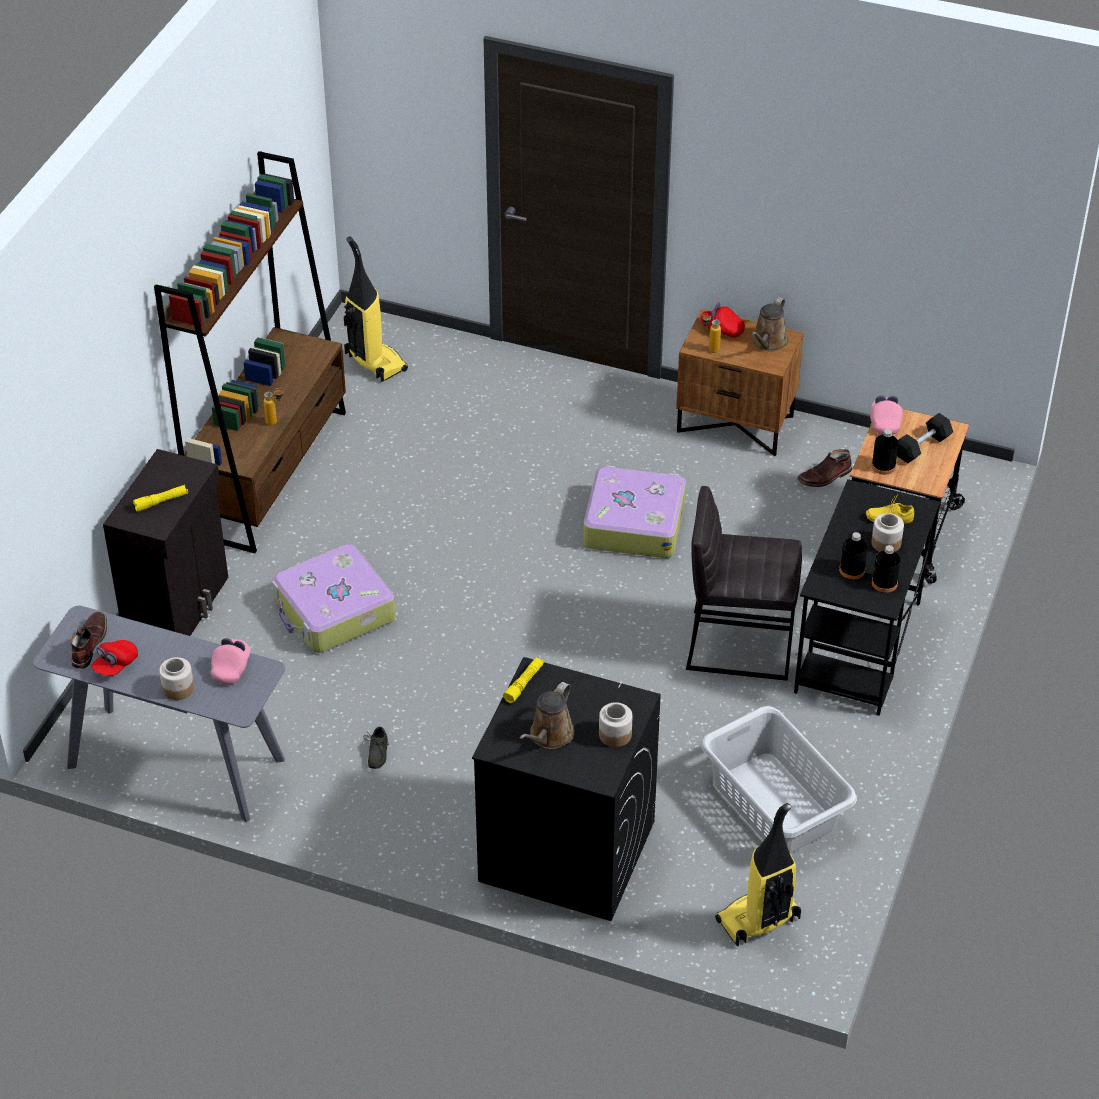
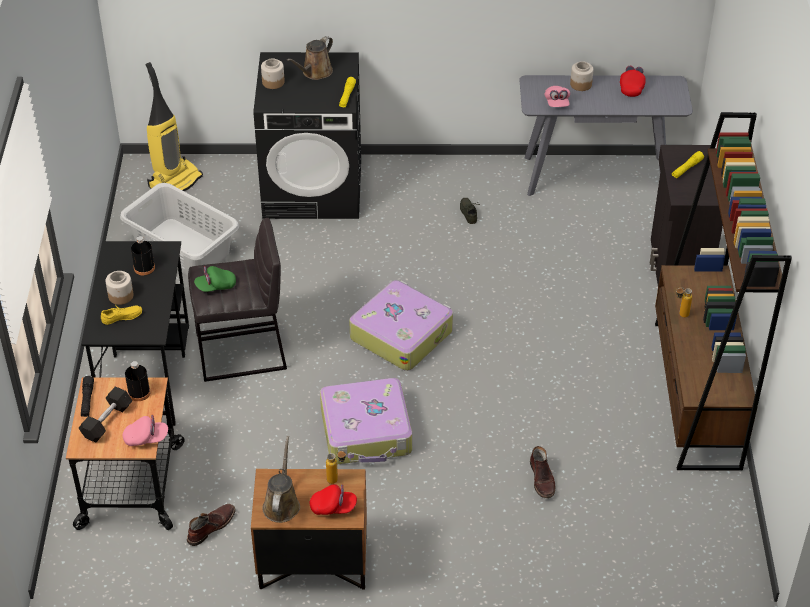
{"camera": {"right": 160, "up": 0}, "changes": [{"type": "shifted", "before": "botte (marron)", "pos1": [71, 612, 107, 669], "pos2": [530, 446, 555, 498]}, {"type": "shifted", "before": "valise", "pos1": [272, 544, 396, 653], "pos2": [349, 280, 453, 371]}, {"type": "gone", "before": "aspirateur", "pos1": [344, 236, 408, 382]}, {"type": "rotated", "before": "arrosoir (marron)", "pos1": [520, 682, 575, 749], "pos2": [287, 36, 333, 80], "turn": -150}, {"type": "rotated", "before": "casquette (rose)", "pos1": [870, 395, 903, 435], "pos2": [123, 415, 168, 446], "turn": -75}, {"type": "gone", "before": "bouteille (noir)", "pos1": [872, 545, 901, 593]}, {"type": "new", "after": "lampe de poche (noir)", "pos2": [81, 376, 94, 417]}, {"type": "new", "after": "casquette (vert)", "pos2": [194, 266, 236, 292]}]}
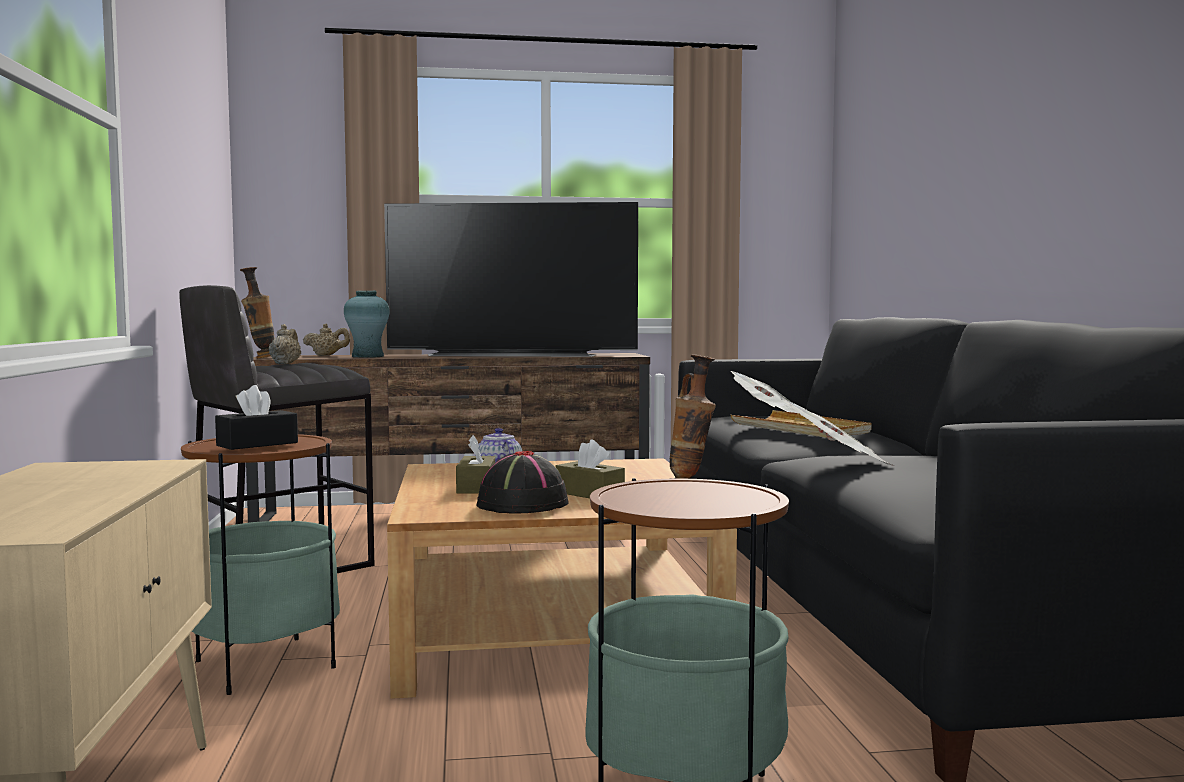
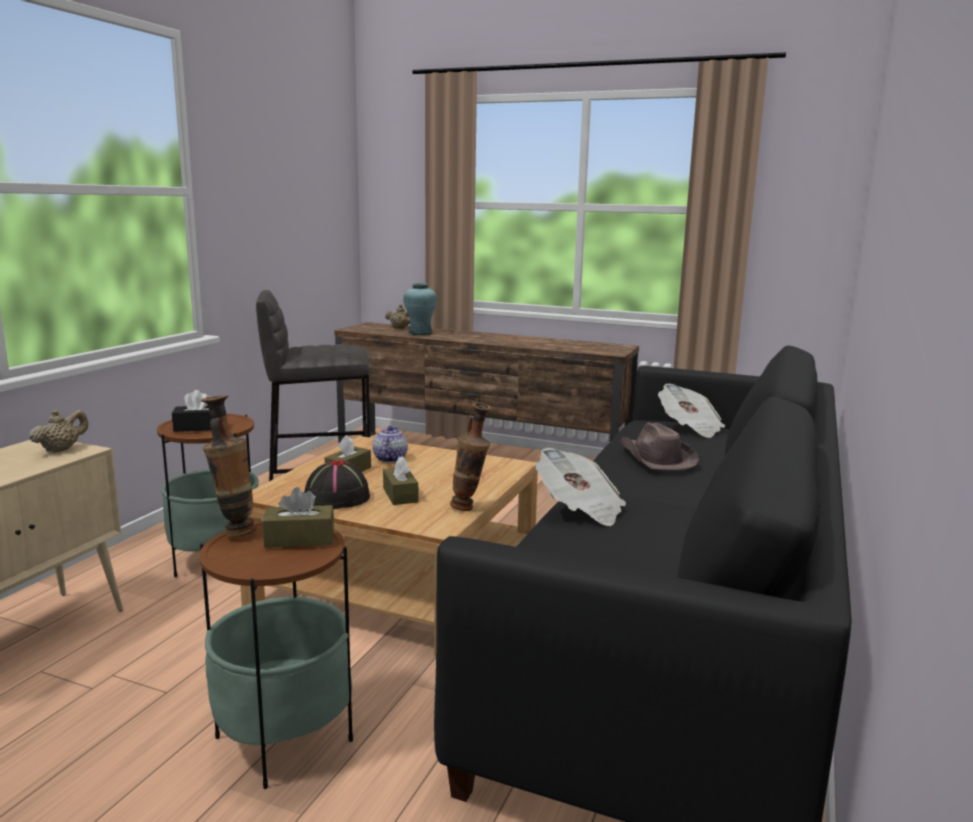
{"camera": {"right": 30, "up": 10}, "changes": [{"type": "shifted", "before": "vase", "pos1": [240, 267, 274, 359], "pos2": [201, 395, 257, 538]}, {"type": "shifted", "before": "théière (beige)", "pos1": [269, 324, 301, 364], "pos2": [29, 409, 89, 453]}, {"type": "gone", "before": "téléviseur", "pos1": [384, 202, 638, 357]}, {"type": "swapped", "before": "plateau (beige)", "after": "chapeau (marron)", "pos1": [731, 410, 871, 438], "pos2": [619, 423, 699, 470]}, {"type": "new", "after": "boîte à mouchoirs (marron)", "pos2": [262, 487, 334, 548]}]}
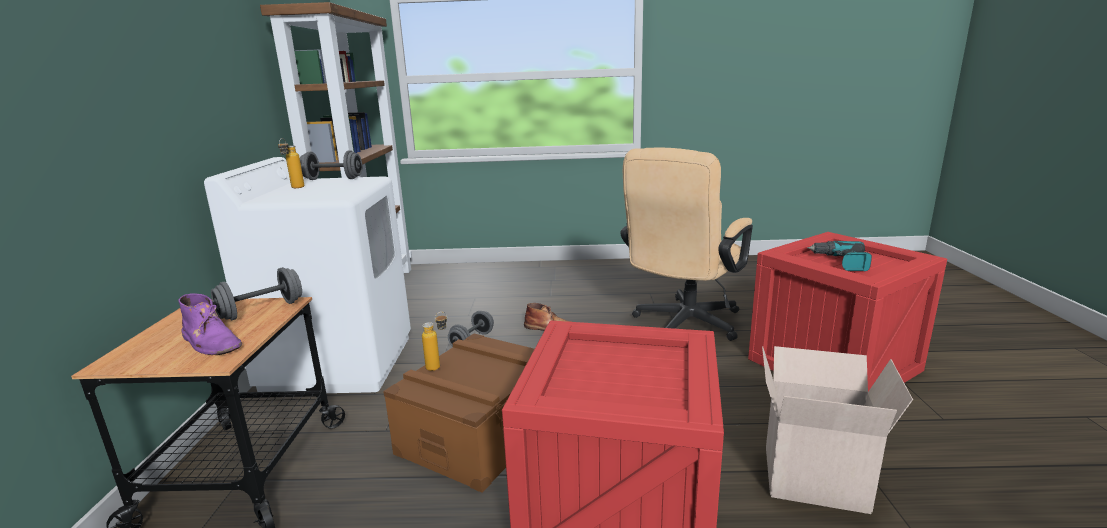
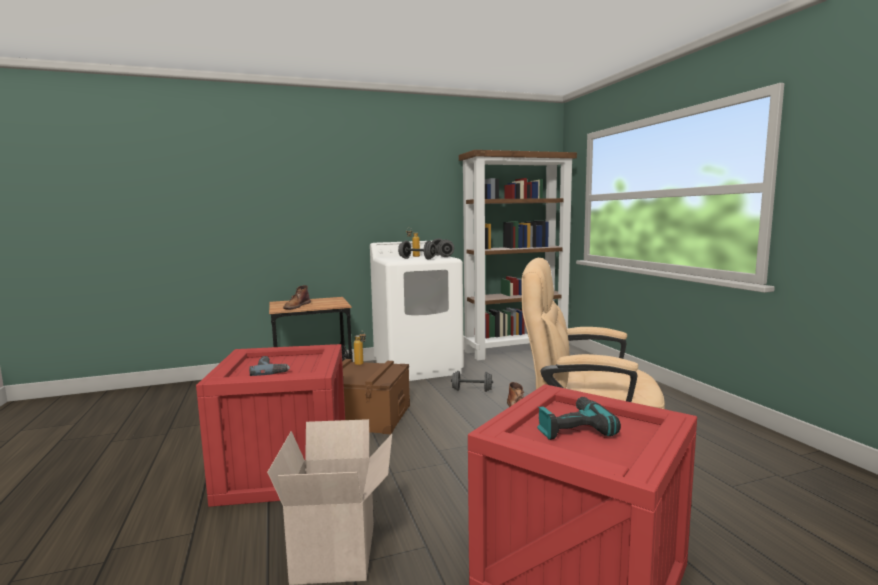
{"camera": {"right": 70, "up": -10}, "changes": [{"type": "repainted", "before": "botte (violet)", "after": "botte (marron)", "pos1": [178, 293, 242, 355], "pos2": [283, 285, 311, 309]}, {"type": "shifted", "before": "haltère (gris)", "pos1": [211, 267, 302, 320], "pos2": [398, 241, 436, 259]}, {"type": "new", "after": "perceuse", "pos2": [249, 356, 290, 376]}]}
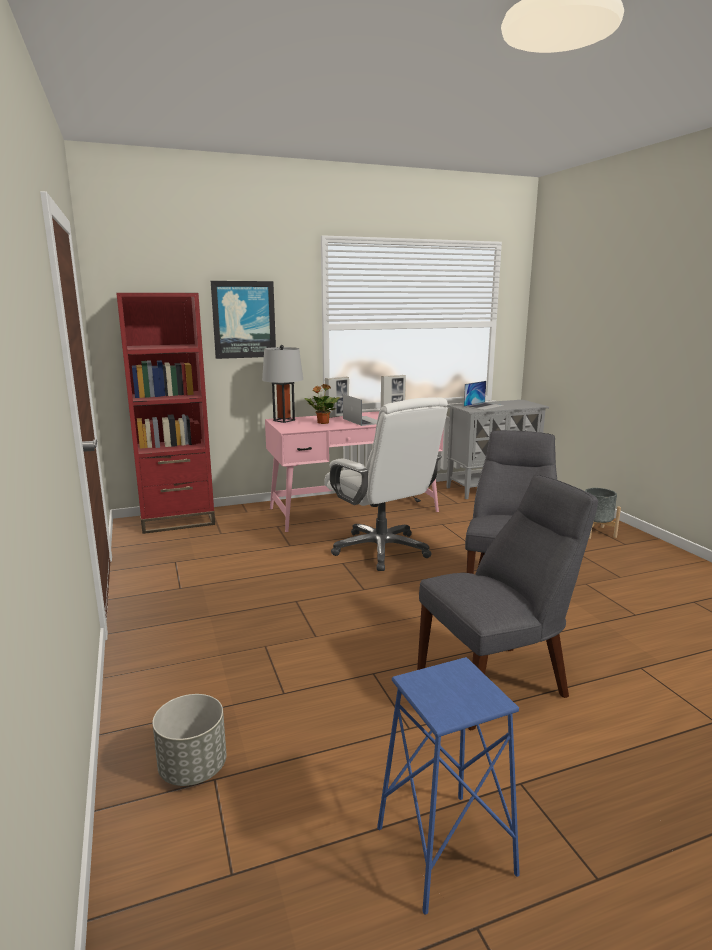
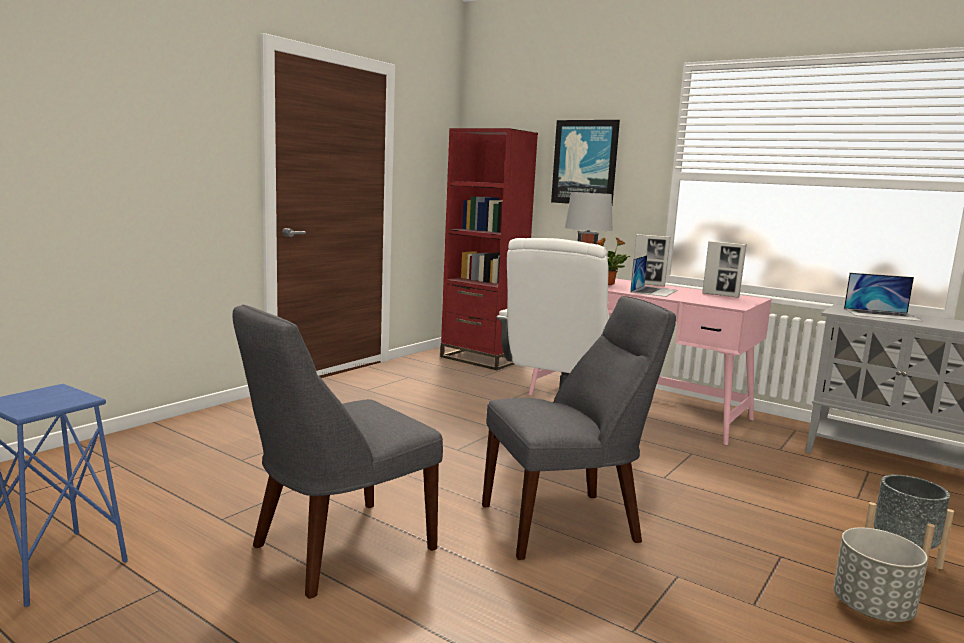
{"camera": {"right": 55, "up": -5}, "changes": [{"type": "shifted", "before": "cache-pot (gris)", "pos1": [152, 694, 226, 786], "pos2": [833, 527, 928, 622]}, {"type": "rotated", "before": "chaise (gris)", "pos1": [417, 475, 598, 731], "pos2": [233, 305, 443, 599], "turn": 105}]}
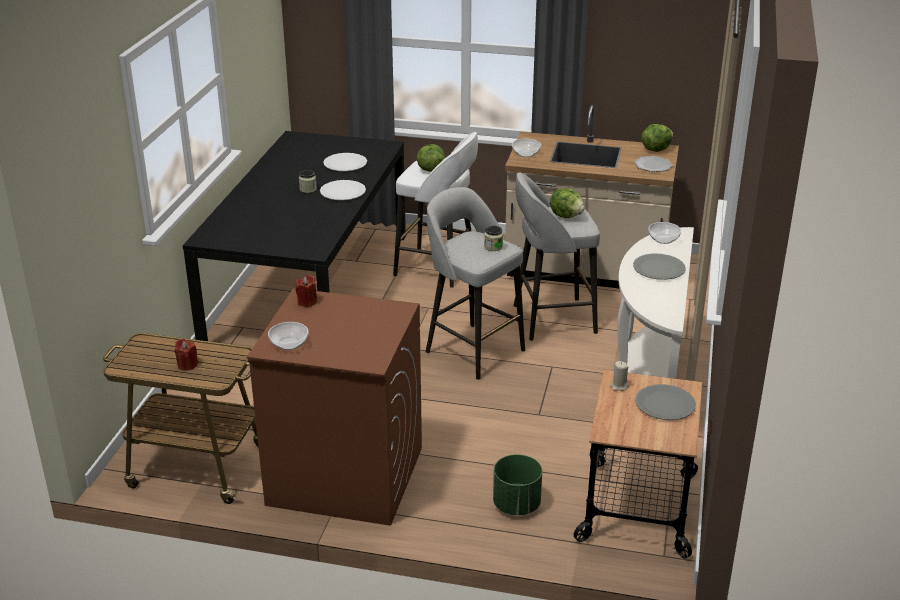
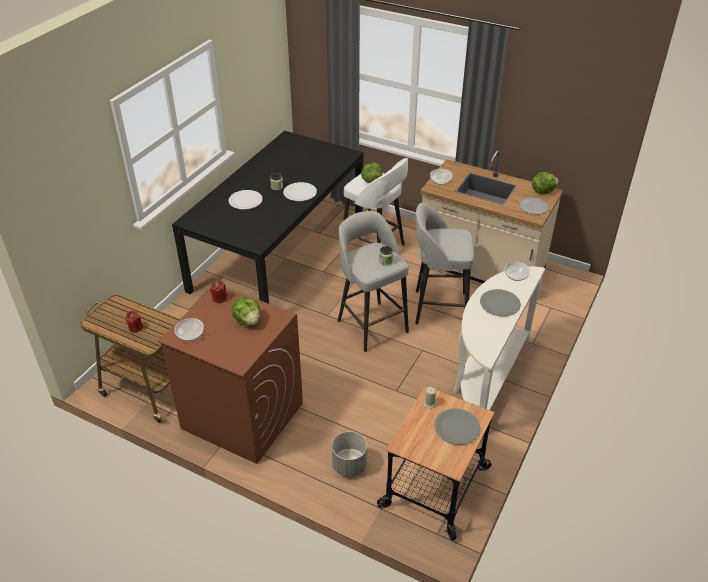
{"camera": {"right": 15, "up": 10}, "changes": [{"type": "shifted", "before": "assiette (blanc)", "pos1": [323, 153, 367, 171], "pos2": [228, 190, 263, 210]}, {"type": "repainted", "before": "cache-pot (vert)", "after": "cache-pot (gris)", "pos1": [493, 454, 542, 515], "pos2": [332, 431, 367, 477]}, {"type": "shifted", "before": "laitue", "pos1": [550, 188, 585, 218], "pos2": [232, 297, 261, 325]}]}
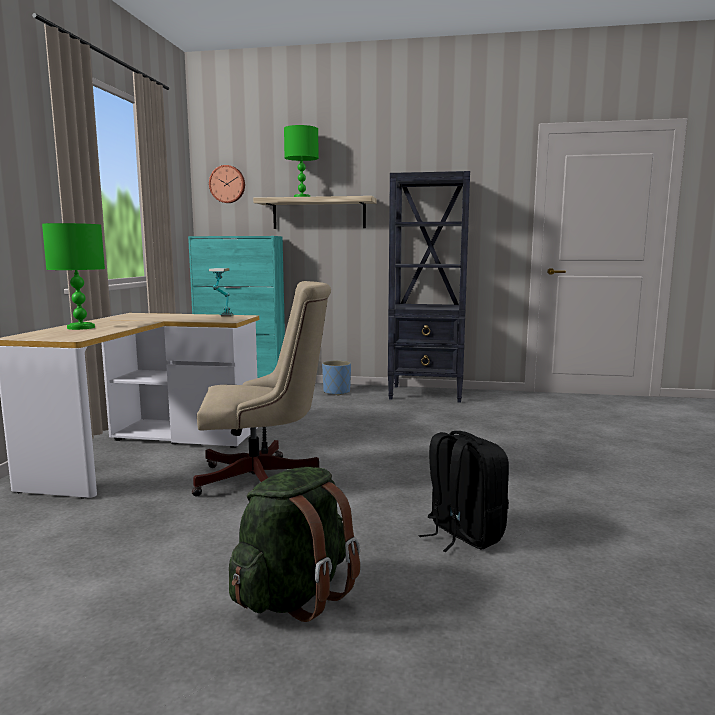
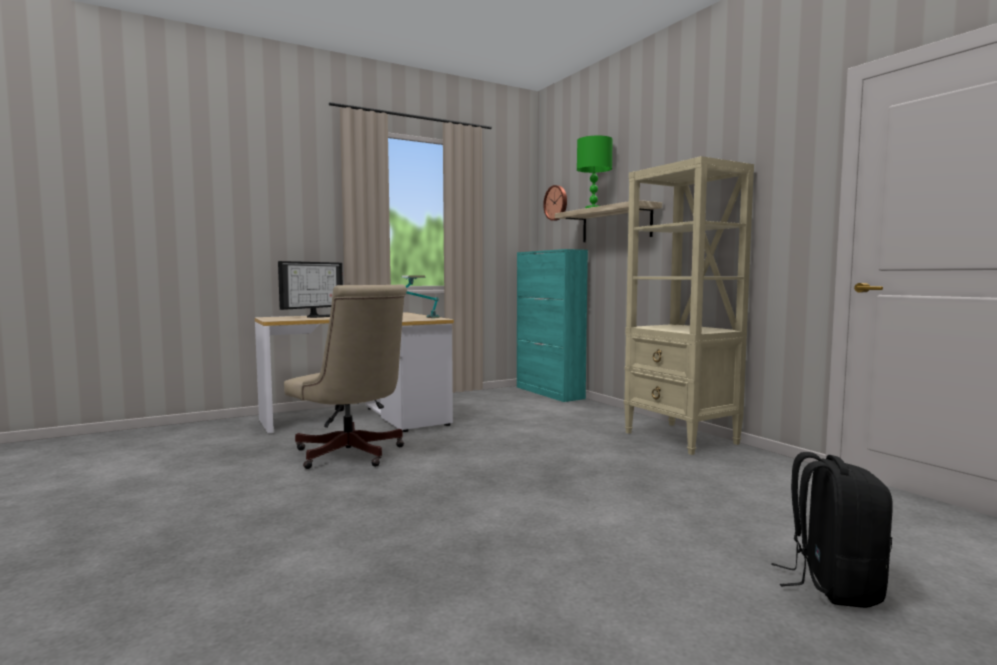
{"camera": {"right": 50, "up": -5}, "changes": [{"type": "swapped", "before": "lampe de table (vert)", "after": "écran d'ordinateur", "pos1": [42, 223, 105, 330], "pos2": [278, 261, 343, 318]}, {"type": "gone", "before": "sac à dos (vert)", "pos1": [229, 467, 360, 622]}, {"type": "gone", "before": "cache-pot (bleu)", "pos1": [322, 360, 351, 396]}, {"type": "repainted", "before": "bibliothèque (noir)", "after": "bibliothèque (beige)", "pos1": [388, 171, 470, 403], "pos2": [624, 156, 754, 455]}, {"type": "shifted", "before": "sac à dos (noir)", "pos1": [419, 431, 509, 552], "pos2": [772, 452, 893, 608]}]}
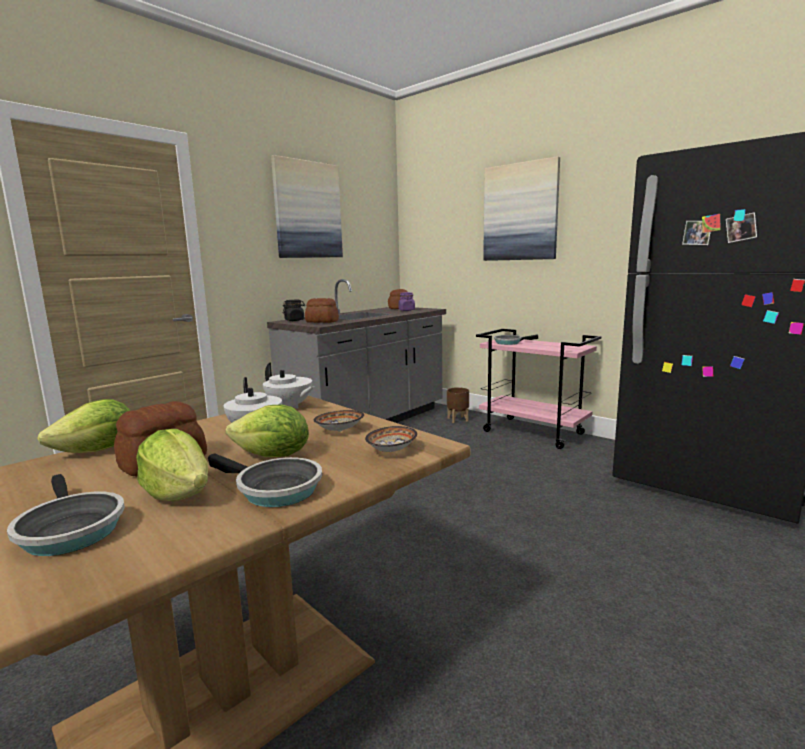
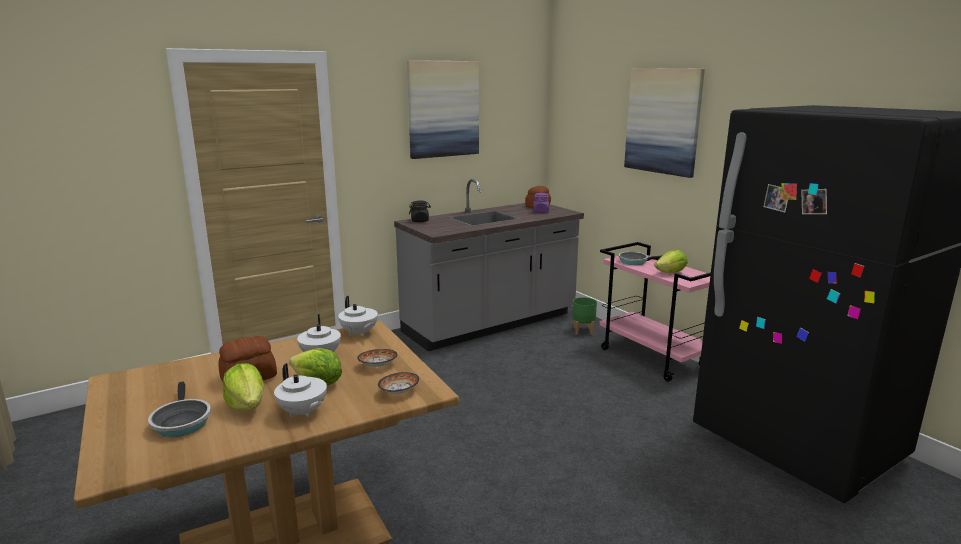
{"camera": {"right": 15, "up": 5}, "changes": [{"type": "shifted", "before": "laitue", "pos1": [37, 399, 130, 453], "pos2": [654, 250, 687, 273]}, {"type": "swapped", "before": "poêle", "after": "théière (blanc)", "pos1": [208, 453, 322, 507], "pos2": [274, 363, 327, 417]}, {"type": "gone", "before": "pain", "pos1": [305, 298, 339, 323]}, {"type": "repainted", "before": "cache-pot (marron)", "after": "cache-pot (vert)", "pos1": [447, 387, 469, 423], "pos2": [572, 297, 597, 335]}]}
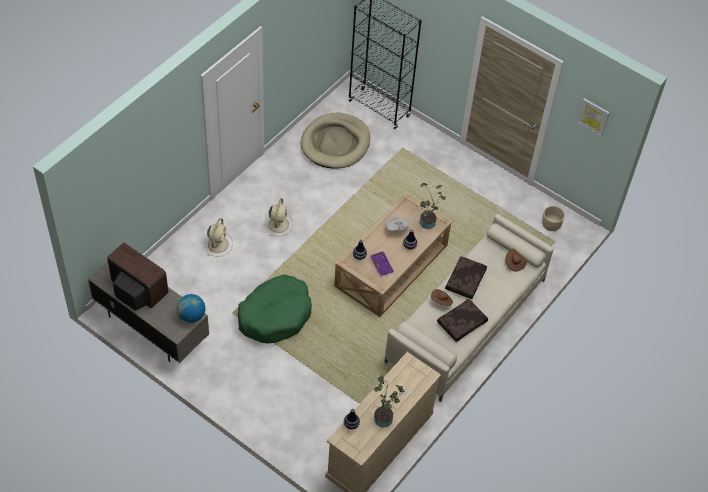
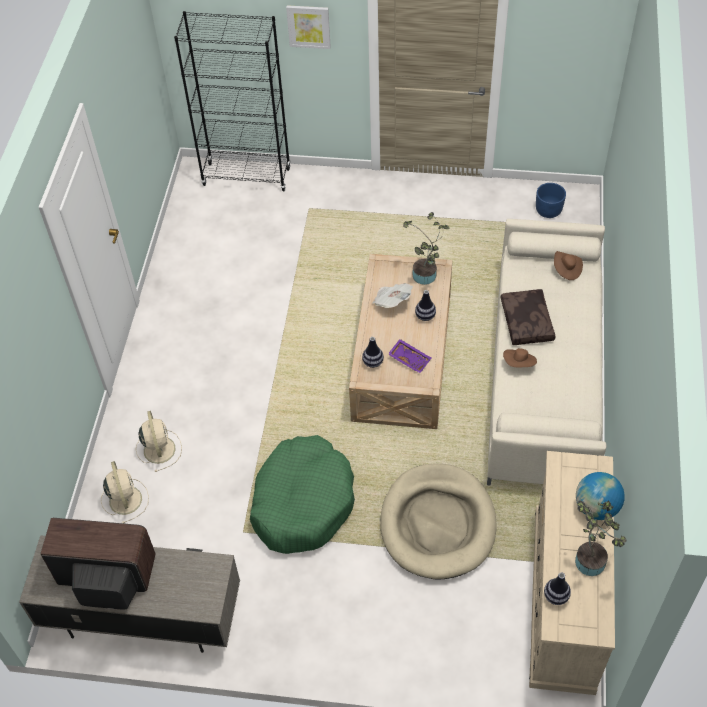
{"camera": {"right": -25, "up": 0}, "changes": [{"type": "shifted", "before": "globe", "pos1": [177, 294, 205, 323], "pos2": [576, 472, 625, 520]}, {"type": "shifted", "before": "ventilateur (beige)", "pos1": [265, 198, 293, 236], "pos2": [101, 461, 149, 523]}, {"type": "shifted", "before": "panier pour chien (beige)", "pos1": [301, 113, 370, 169], "pos2": [380, 463, 497, 579]}, {"type": "gone", "before": "coussin (marron)", "pos1": [437, 299, 488, 342]}, {"type": "repainted", "before": "cache-pot (beige)", "after": "cache-pot (bleu)", "pos1": [542, 206, 565, 231], "pos2": [536, 183, 566, 218]}, {"type": "shifted", "before": "tableau", "pos1": [576, 98, 610, 137], "pos2": [286, 5, 331, 49]}]}
